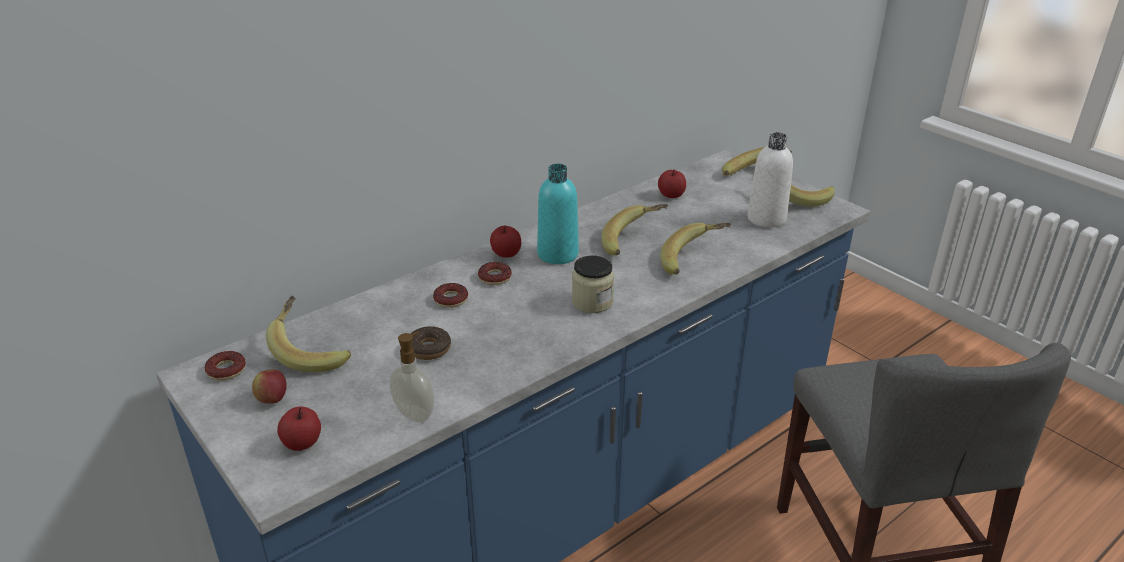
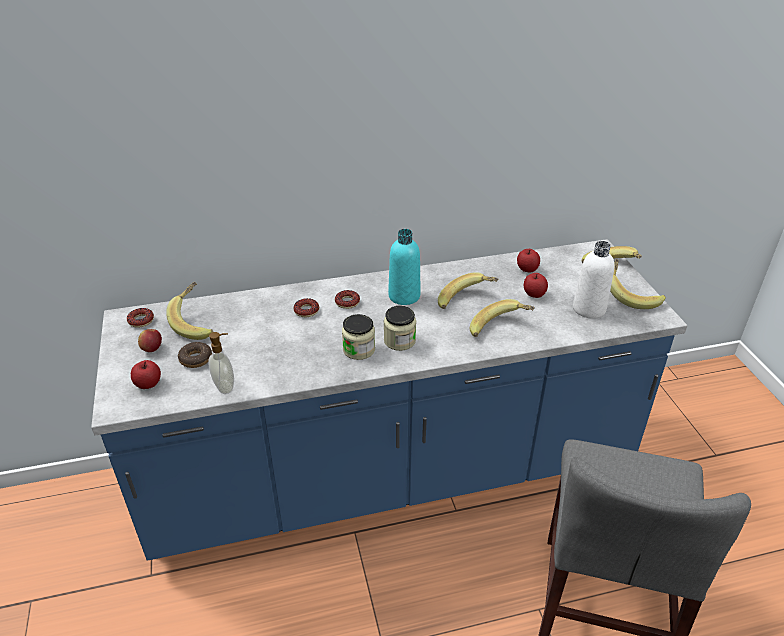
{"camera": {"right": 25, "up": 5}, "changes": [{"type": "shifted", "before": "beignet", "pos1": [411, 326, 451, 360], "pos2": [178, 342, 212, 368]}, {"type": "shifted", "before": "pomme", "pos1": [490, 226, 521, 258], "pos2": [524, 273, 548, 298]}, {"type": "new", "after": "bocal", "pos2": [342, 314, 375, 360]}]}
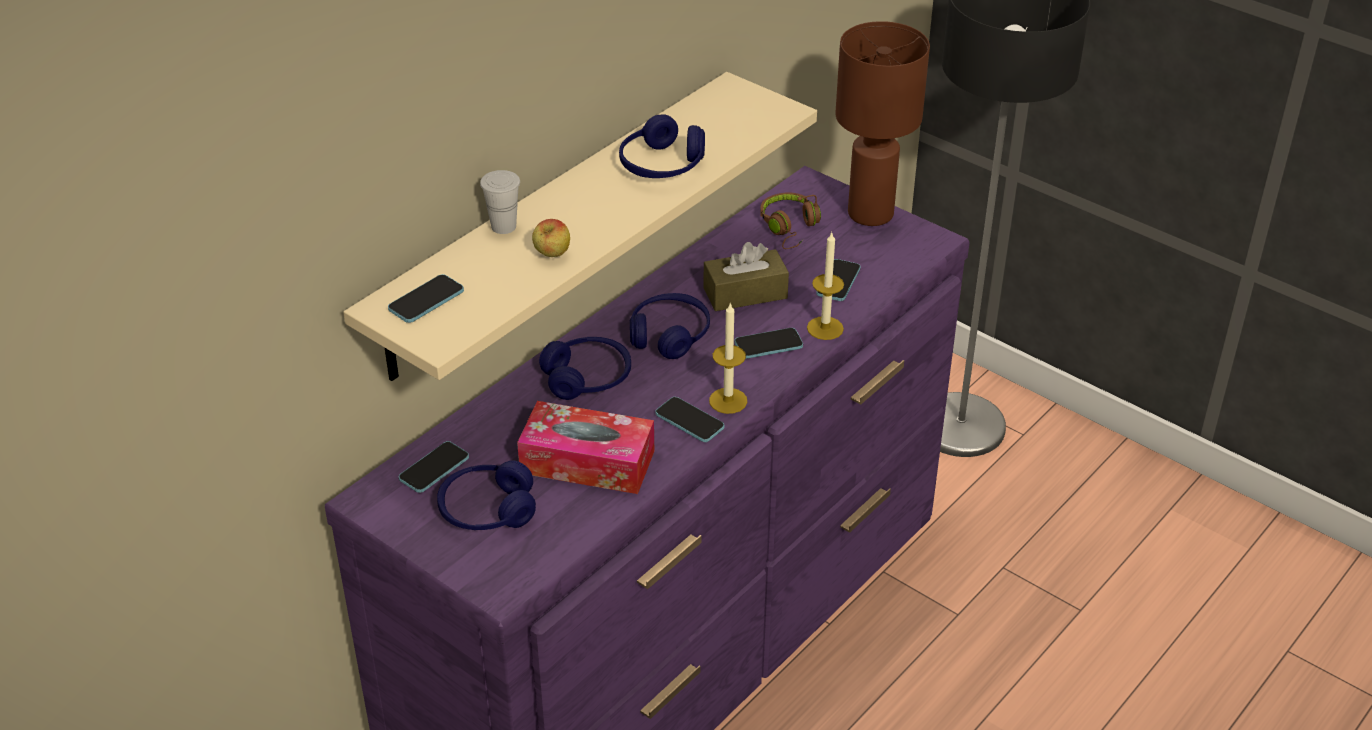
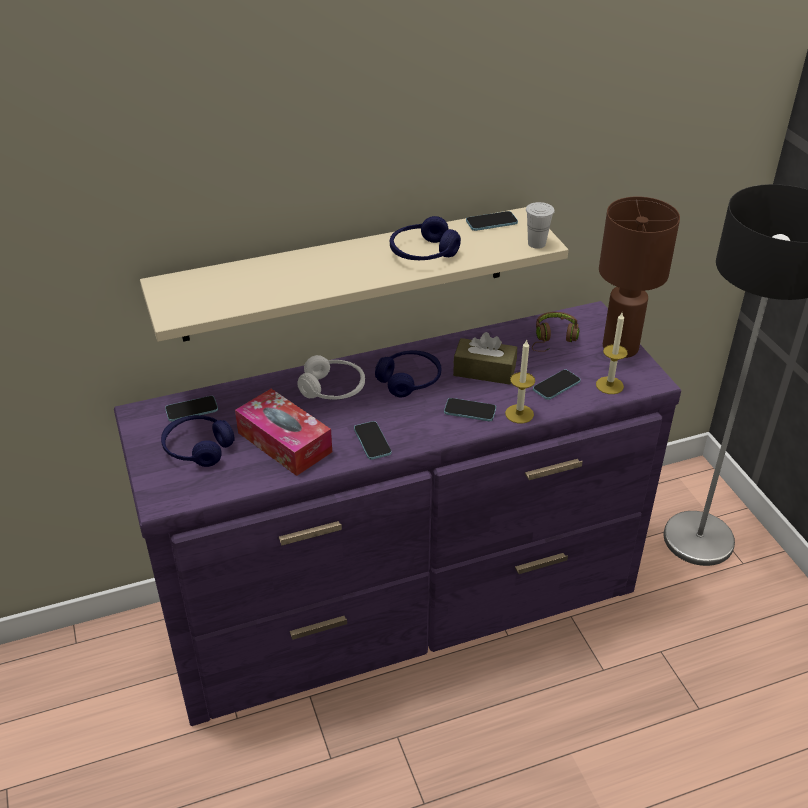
{"camera": {"right": 30, "up": 0}, "changes": [{"type": "shifted", "before": "téléphone", "pos1": [388, 274, 464, 323], "pos2": [466, 211, 518, 231]}, {"type": "shifted", "before": "tasse (blanc)", "pos1": [480, 170, 520, 234], "pos2": [526, 202, 555, 249]}, {"type": "gone", "before": "pomme", "pos1": [532, 219, 570, 257]}, {"type": "repainted", "before": "casque audio (bleu)", "after": "casque audio (blanc)", "pos1": [539, 337, 631, 400], "pos2": [297, 355, 365, 400]}, {"type": "shifted", "before": "bougie", "pos1": [709, 302, 747, 414], "pos2": [596, 313, 628, 394]}]}
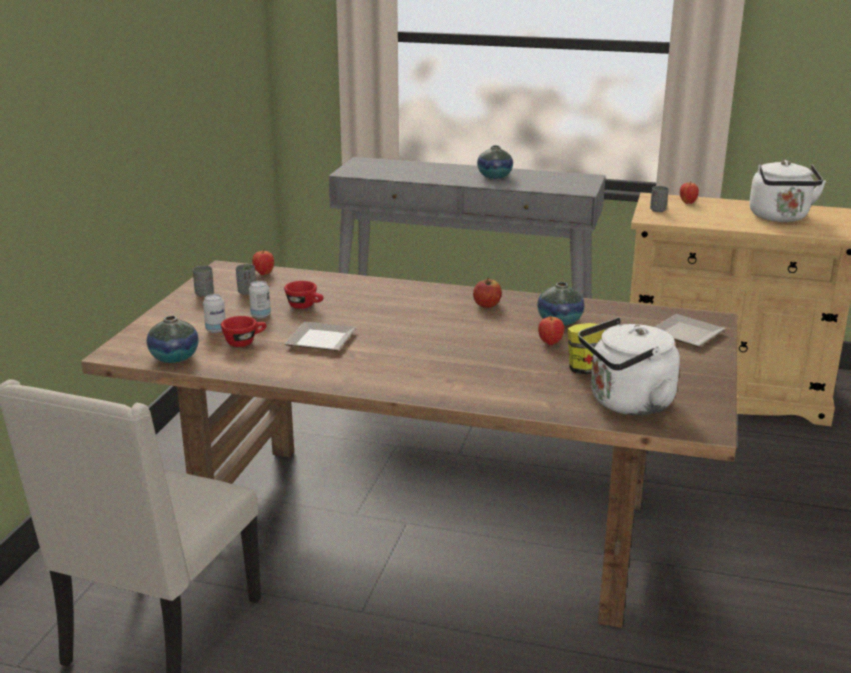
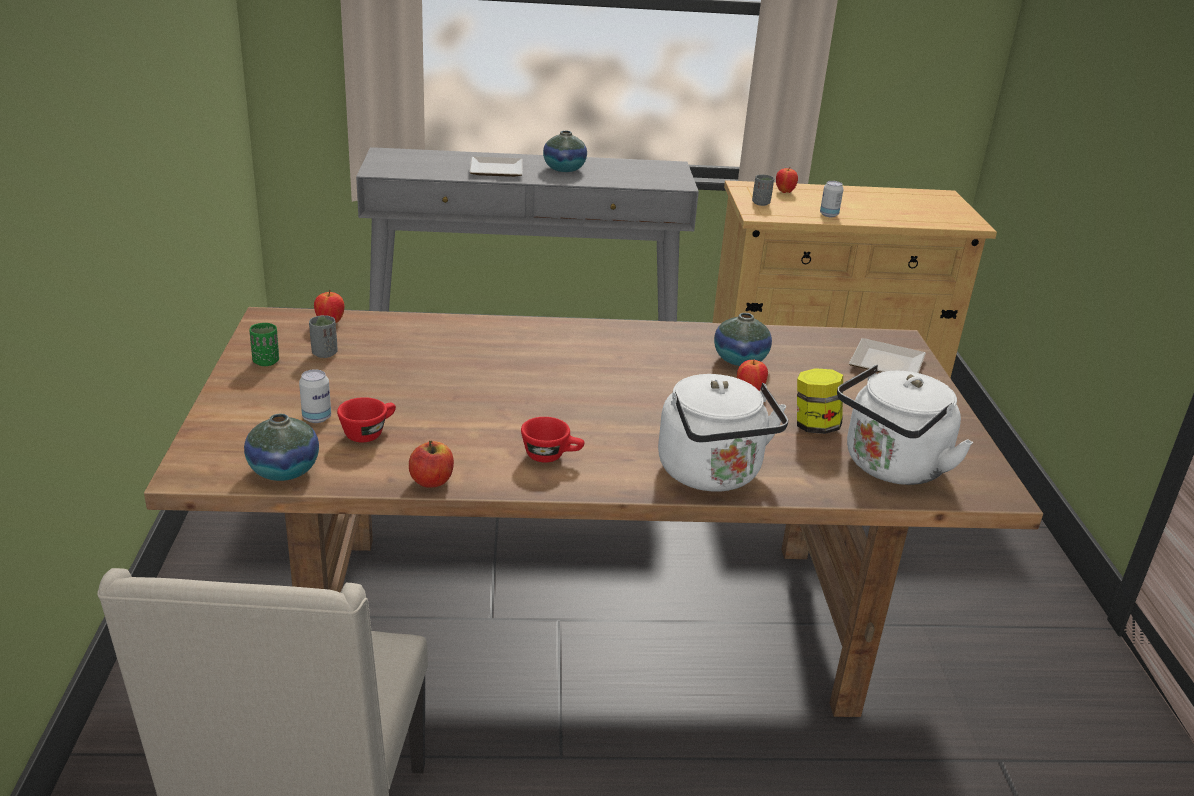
{"camera": {"right": -20, "up": 5}, "changes": [{"type": "repainted", "before": "tasse (gris)", "after": "tasse (vert)", "pos1": [193, 266, 214, 297], "pos2": [249, 323, 279, 366]}, {"type": "shifted", "before": "boîte métallique", "pos1": [249, 281, 271, 319], "pos2": [820, 181, 844, 217]}, {"type": "shifted", "before": "tasse (rouge)", "pos1": [284, 281, 324, 309], "pos2": [521, 417, 584, 463]}, {"type": "shifted", "before": "assiette", "pos1": [284, 322, 356, 351], "pos2": [469, 156, 523, 177]}, {"type": "shifted", "before": "pomme", "pos1": [473, 278, 502, 308], "pos2": [409, 441, 454, 488]}, {"type": "shifted", "before": "bouilloire (blanc)", "pos1": [749, 160, 826, 222], "pos2": [658, 374, 788, 492]}]}
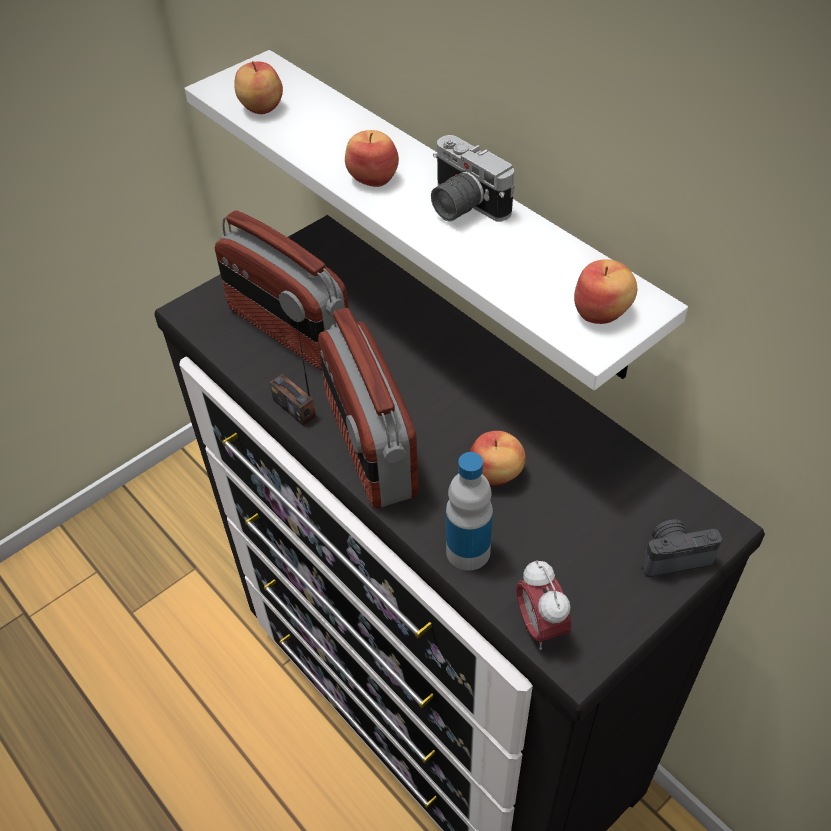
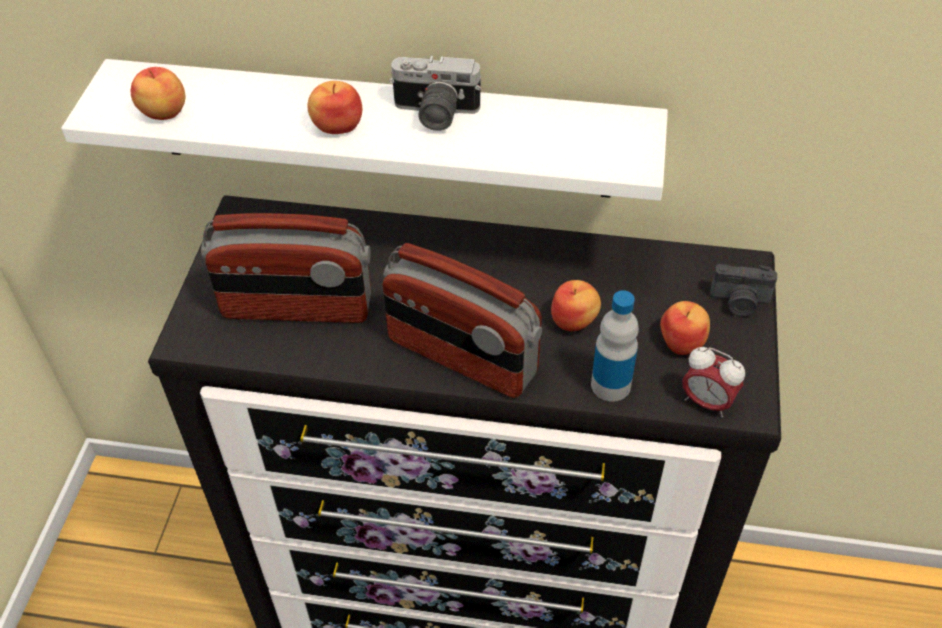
{"camera": {"right": -40, "up": 0}, "changes": [{"type": "gone", "before": "radio", "pos1": [269, 320, 316, 426]}, {"type": "shifted", "before": "pomme", "pos1": [574, 259, 637, 324], "pos2": [660, 301, 710, 355]}, {"type": "rotated", "before": "appareil photo", "pos1": [642, 519, 722, 577], "pos2": [710, 264, 777, 317], "turn": -120}]}
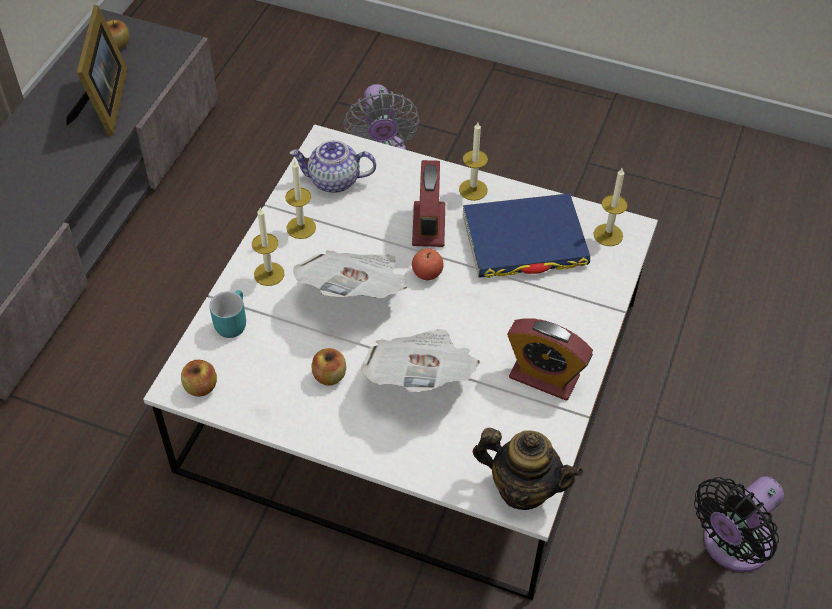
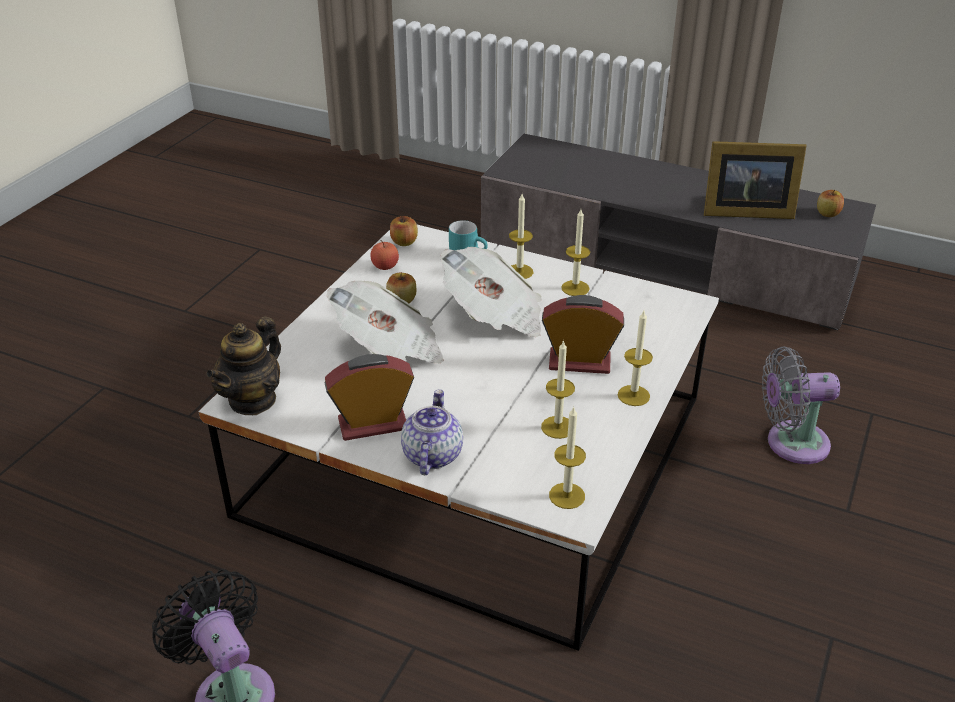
{"camera": {"right": 95, "up": -15}, "changes": [{"type": "shifted", "before": "théière", "pos1": [290, 140, 376, 193], "pos2": [401, 389, 463, 475]}, {"type": "shifted", "before": "pomme", "pos1": [412, 248, 444, 280], "pos2": [370, 240, 399, 270]}, {"type": "swapped", "before": "livre (bleu)", "after": "bougie", "pos1": [463, 193, 590, 278], "pos2": [541, 340, 575, 439]}, {"type": "rotated", "before": "réveil", "pos1": [507, 318, 593, 400], "pos2": [324, 354, 414, 441], "turn": 45}]}
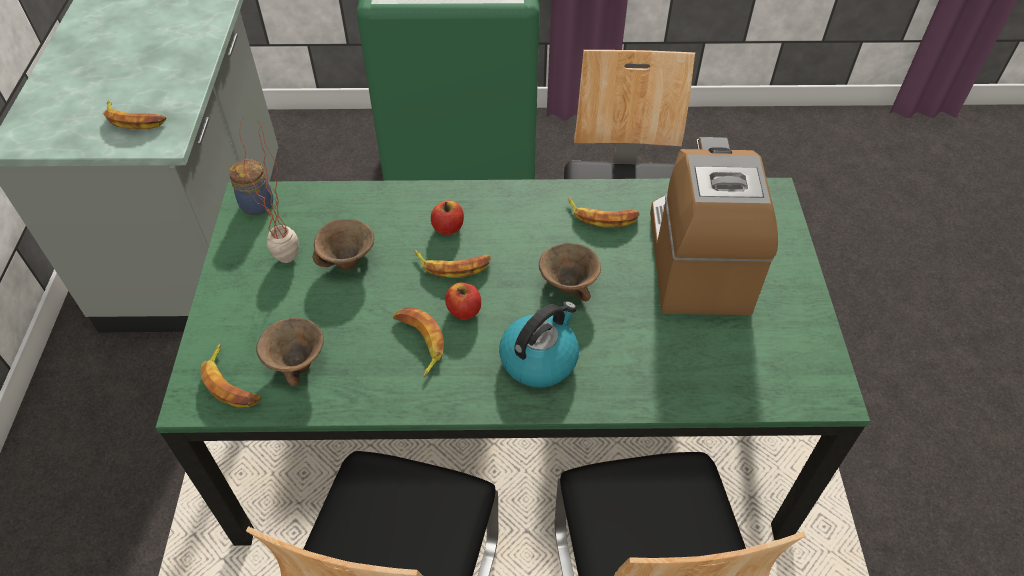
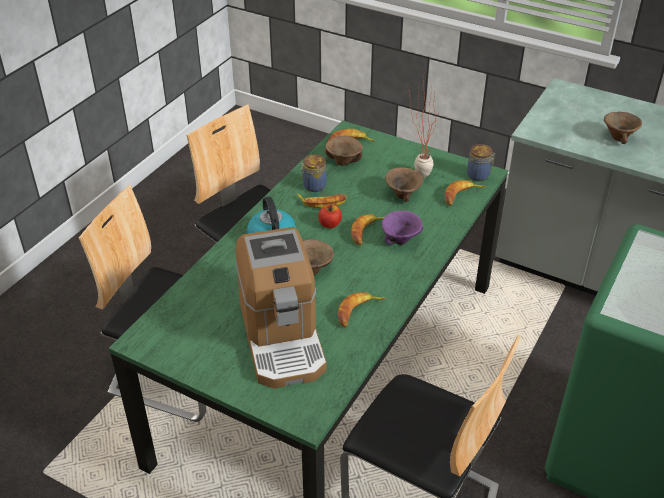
{"camera": {"right": 120, "up": -10}, "changes": [{"type": "shifted", "before": "banane", "pos1": [103, 100, 166, 129], "pos2": [445, 180, 486, 206]}, {"type": "swapped", "before": "pomme", "after": "bol (violet)", "pos1": [431, 200, 464, 235], "pos2": [382, 211, 423, 245]}, {"type": "rotated", "before": "machine à café", "pos1": [650, 137, 778, 315], "pos2": [235, 227, 327, 389], "turn": 45}, {"type": "new", "after": "bocal", "pos2": [300, 154, 327, 192]}, {"type": "new", "after": "bol (marron)", "pos2": [604, 112, 642, 144]}]}
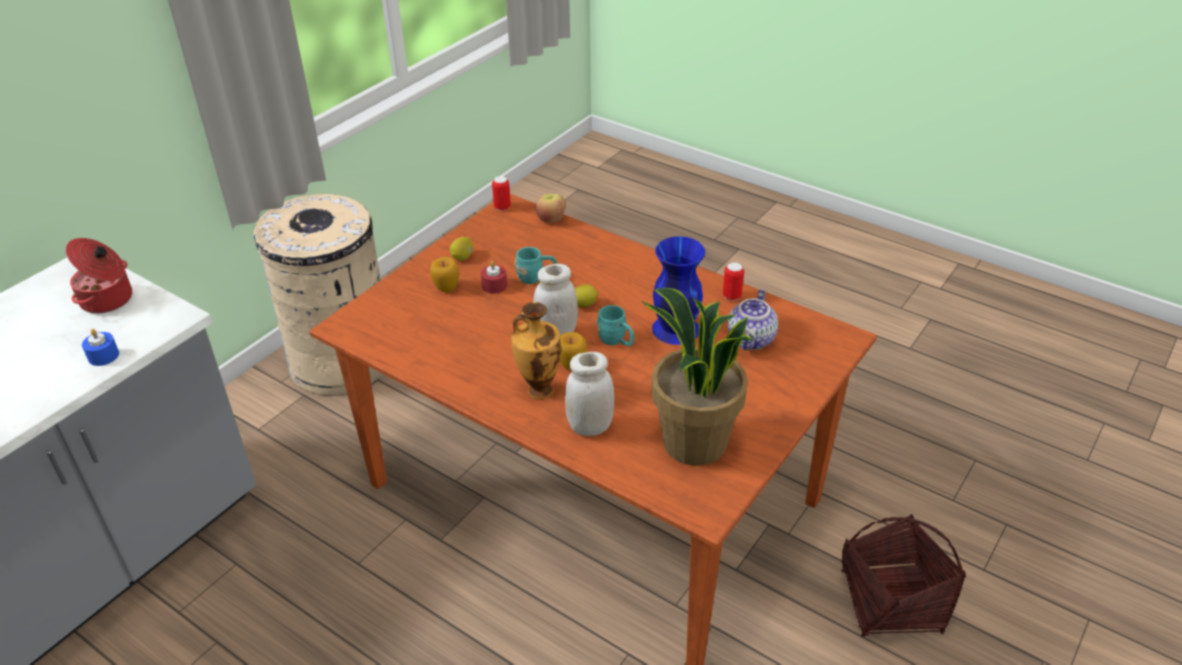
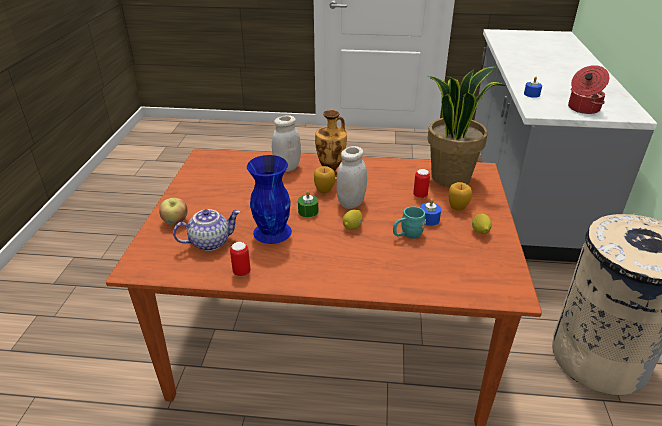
{"camera": {"right": 150, "up": -5}, "changes": [{"type": "repainted", "before": "bougie (rouge)", "after": "bougie (bleu)", "pos1": [481, 261, 507, 294], "pos2": [420, 199, 441, 226]}, {"type": "shifted", "before": "boîte métallique", "pos1": [492, 176, 511, 211], "pos2": [413, 169, 430, 198]}, {"type": "shifted", "before": "pomme", "pos1": [535, 194, 566, 223], "pos2": [159, 198, 188, 225]}, {"type": "swapped", "before": "mug (turquoise)", "after": "bougie (vert)", "pos1": [596, 305, 634, 346], "pos2": [298, 191, 318, 217]}, {"type": "shifted", "before": "plante en pot", "pos1": [641, 288, 754, 466], "pos2": [427, 66, 506, 187]}, {"type": "rotated", "before": "théière", "pos1": [728, 289, 778, 350], "pos2": [173, 209, 240, 251], "turn": 75}, {"type": "gone", "before": "panier", "pos1": [841, 514, 966, 637]}]}
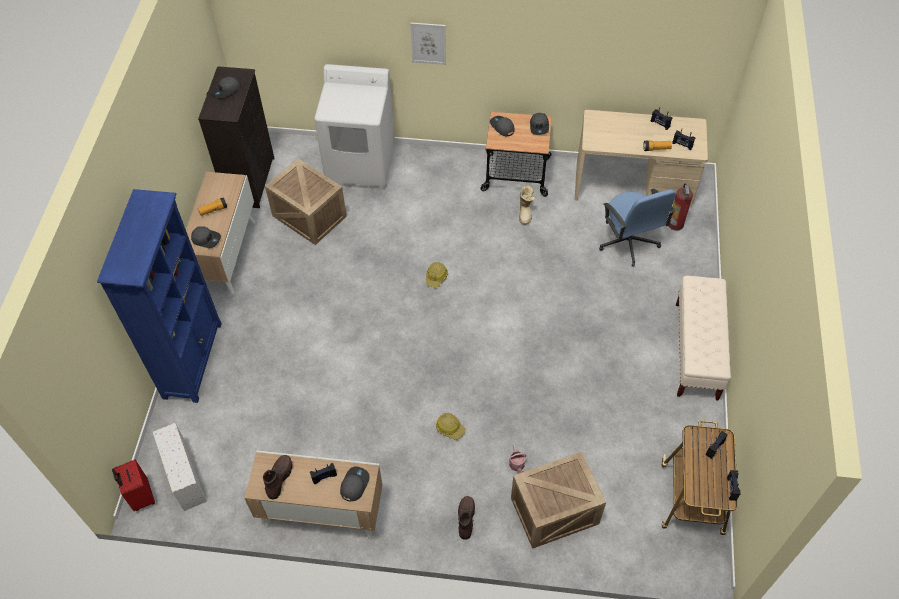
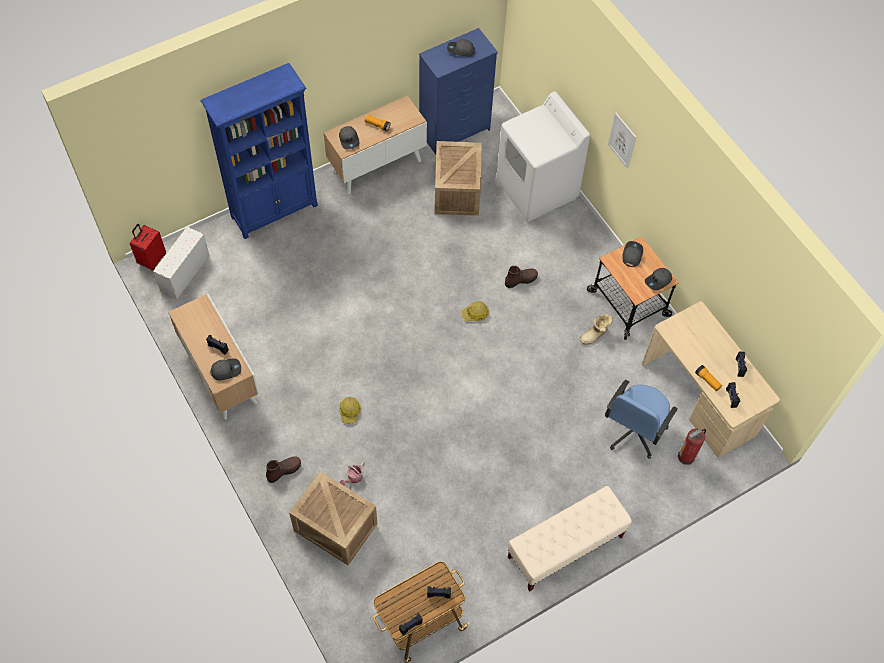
{"camera": {"right": 50, "up": 5}, "changes": [{"type": "repainted", "before": "commode (noir)", "after": "commode (bleu)", "pos1": [198, 66, 275, 208], "pos2": [419, 28, 498, 155]}, {"type": "shifted", "before": "botte (marron)", "pos1": [263, 455, 292, 500], "pos2": [505, 266, 538, 288]}]}
